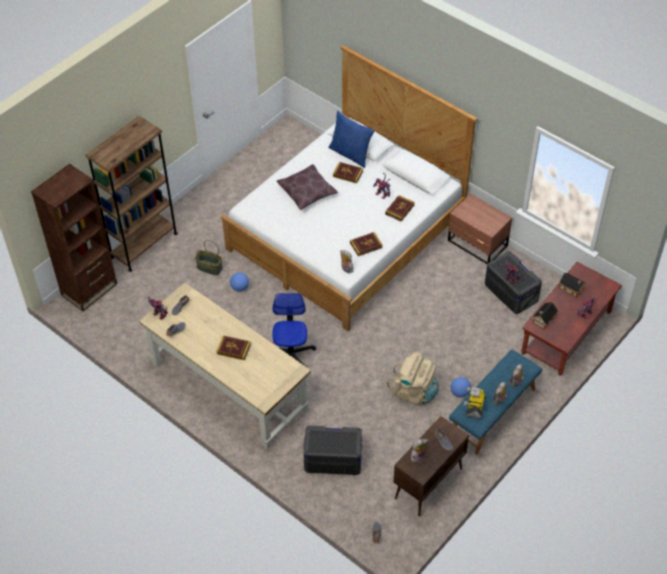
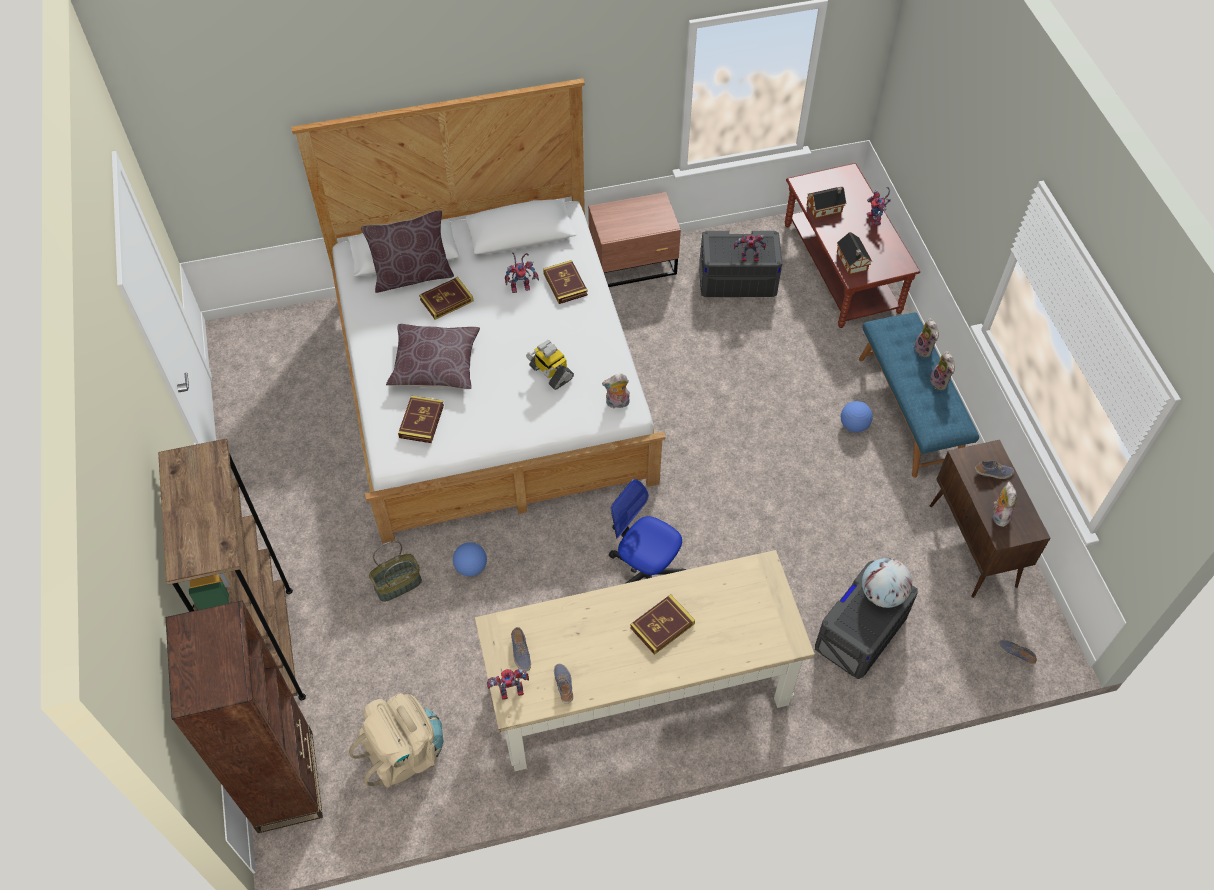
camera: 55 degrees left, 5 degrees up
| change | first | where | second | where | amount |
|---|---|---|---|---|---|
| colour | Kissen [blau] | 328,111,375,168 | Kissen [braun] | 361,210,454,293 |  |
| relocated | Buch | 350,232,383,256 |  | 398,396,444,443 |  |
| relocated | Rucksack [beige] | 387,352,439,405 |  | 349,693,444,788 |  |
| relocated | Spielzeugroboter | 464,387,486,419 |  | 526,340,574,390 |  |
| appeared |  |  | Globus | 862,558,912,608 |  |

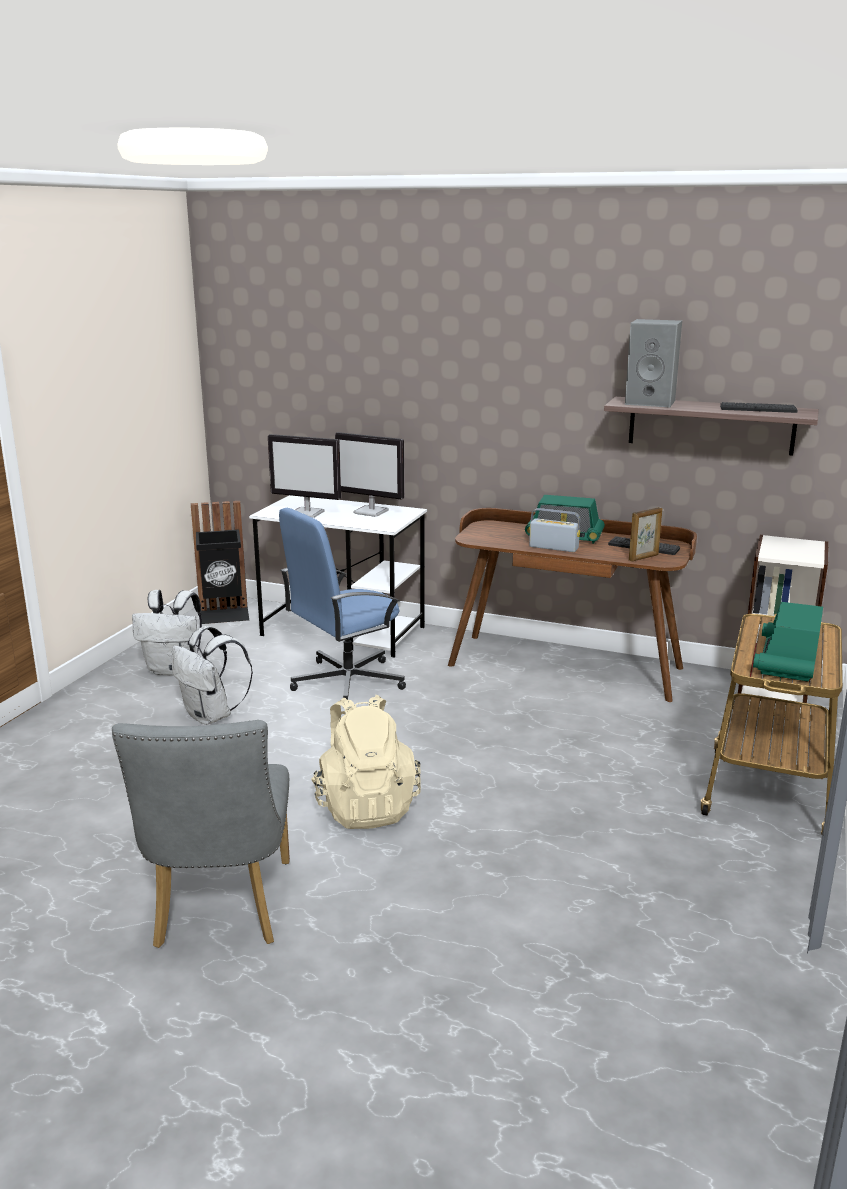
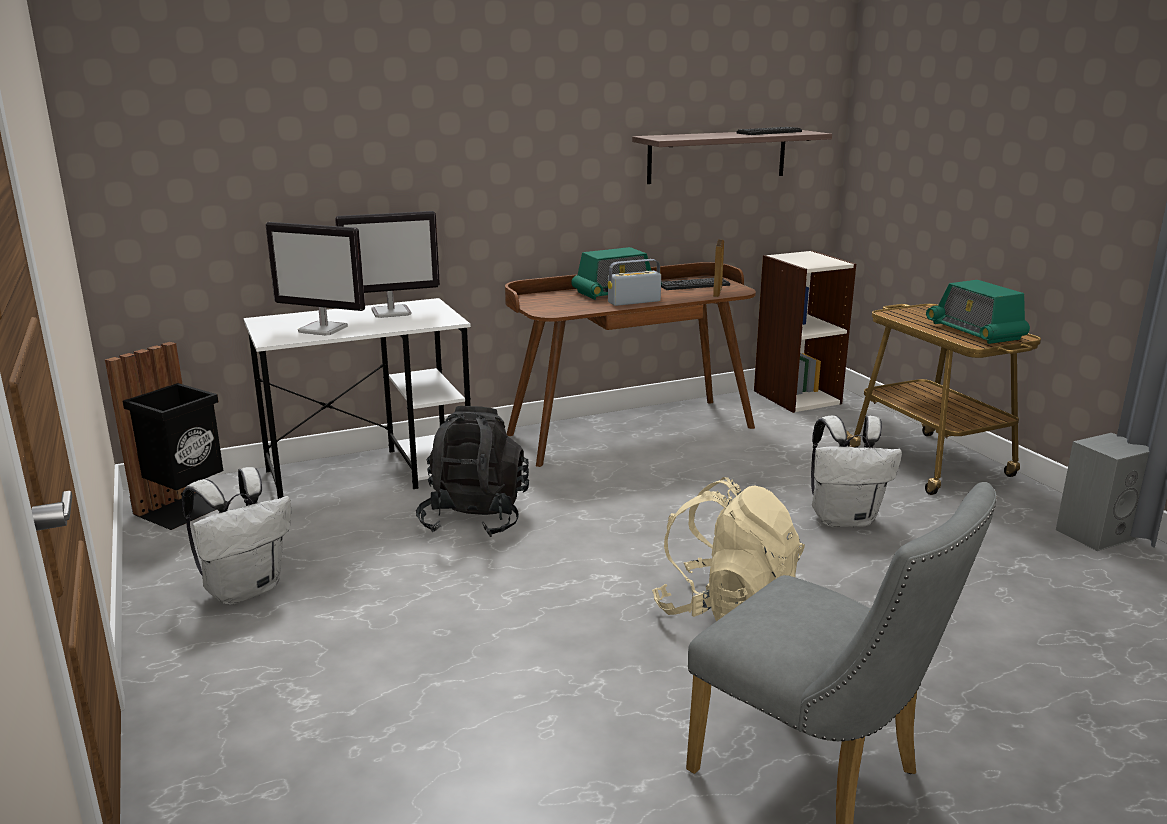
camera: 45 degrees left, 0 degrees up
| change | first | where | second | where | amount |
|---|---|---|---|---|---|
| relocated | Lautsprecher [grau] | 625,319,682,407 |  | 1056,433,1149,551 |  |
| spun | Monitor | 268,434,341,518 |  | 265,222,365,336 | 45 degrees clockwise |
| exchanged | Bürostuhl [blau] | 279,508,406,708 | Rucksack [schwarz] | 416,406,529,537 |  |
| relocated | Rucksack [weiß] | 172,626,253,725 |  | 811,415,902,527 |  |

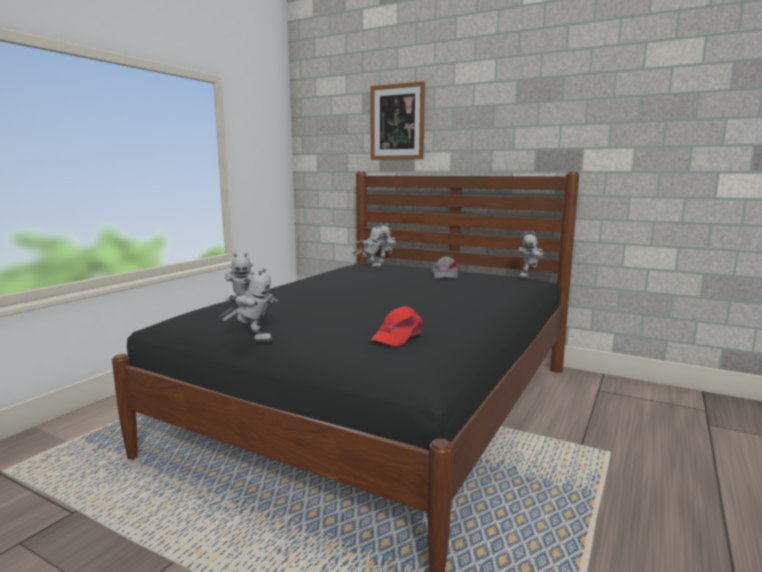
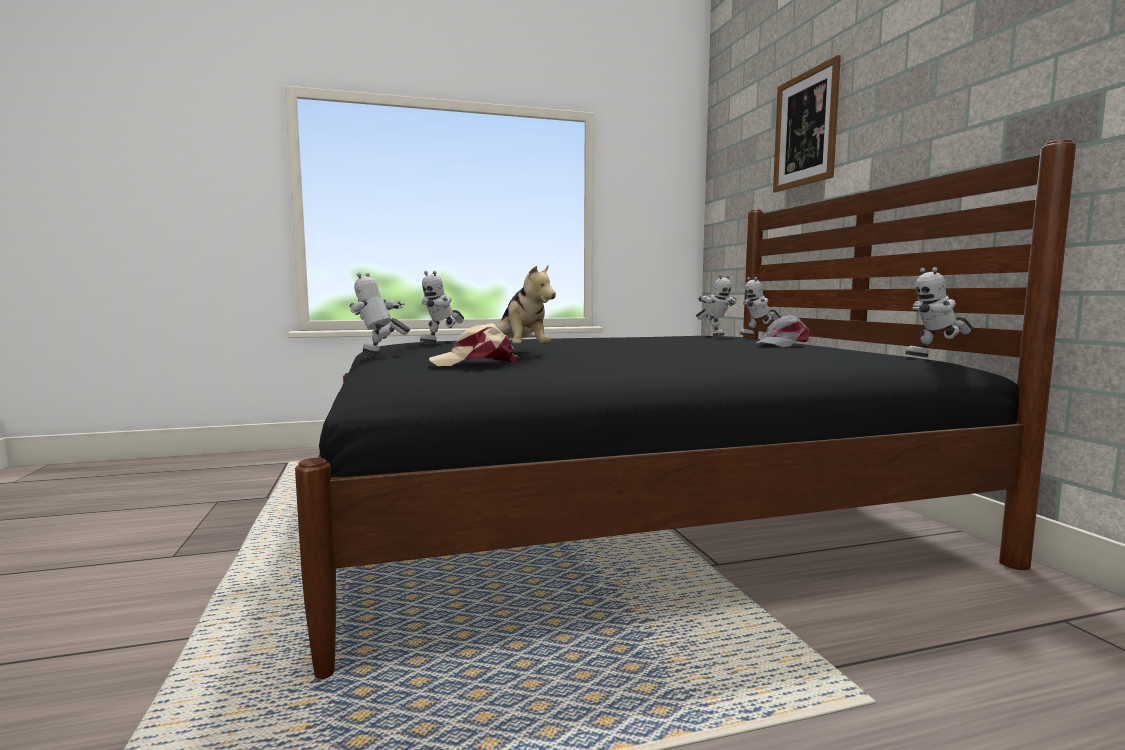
camera: 45 degrees right, 5 degrees down
| change | first | where | second | where | amount |
|---|---|---|---|---|---|
| spun | Spielzeugroboter | 219,268,278,342 |  | 349,273,410,354 | 150 degrees clockwise |
| colour | Kappe [rot] | 371,306,423,346 | Kappe [beige] | 429,323,519,366 |  |
| appeared |  |  | Plüschtier | 497,265,556,344 |  |

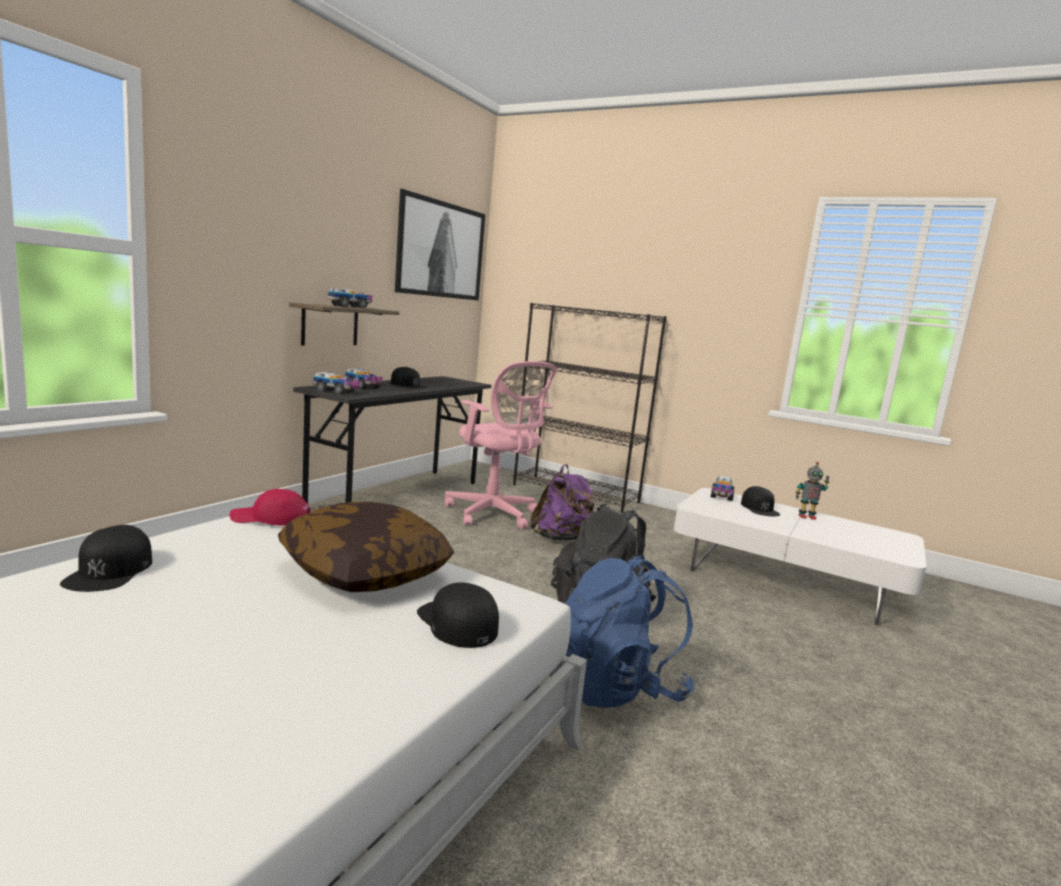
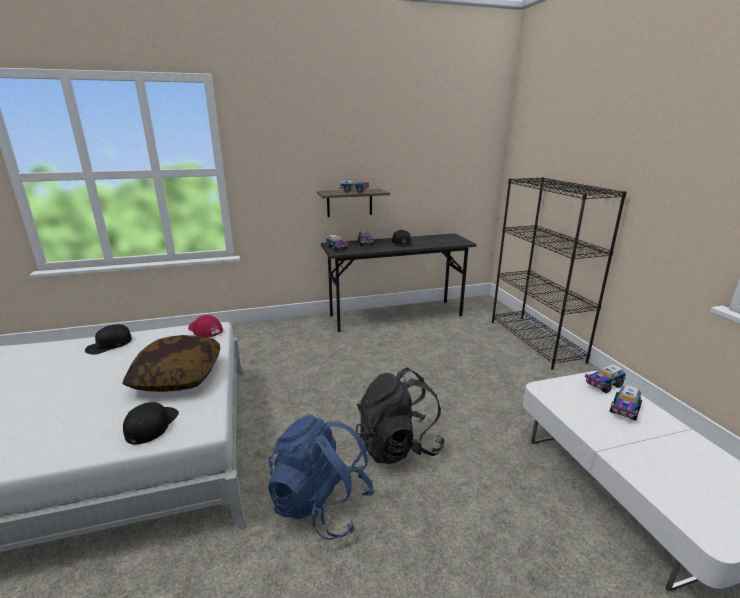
camera: 45 degrees right, 10 degrees up
| change | first | where | second | where | amount |
|---|---|---|---|---|---|
| missing | Bild | 395,189,485,300 |  |  |  |
| missing | Bürostuhl [rosa] | 444,361,557,529 |  |  |  |
| missing | Spielzeugroboter | 796,462,829,520 |  |  |  |
| missing | Rucksack [lila] | 530,464,595,540 |  |  |  |
| exchanged | Kappe [schwarz] | 741,486,780,516 | Spielzeuglaster | 610,384,642,421 |  |

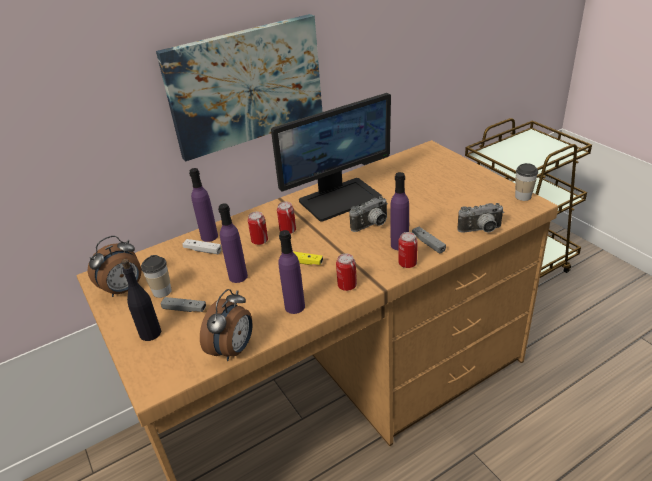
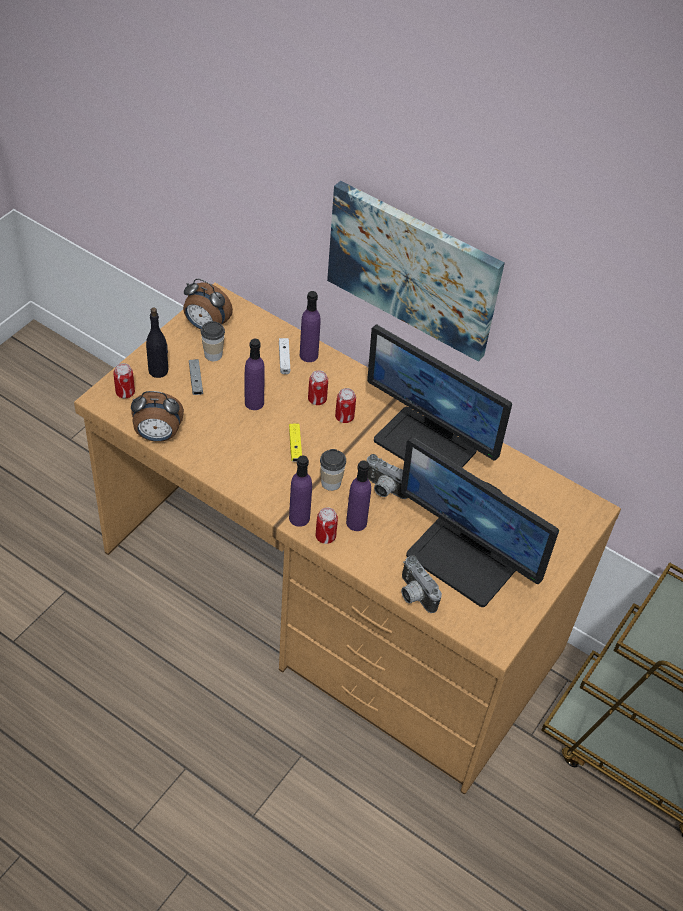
camera: 60 degrees right, 15 degrees up
| change | first | where | second | where | amount |
|---|---|---|---|---|---|
| relocated | Tasse | 515,163,538,201 |  | 320,449,346,491 |  |
| missing | Gamepad [grau] | 412,227,446,254 |  |  |  |
| relocated | Flasche [lila] | 279,230,305,314 |  | 289,456,312,527 |  |
| relocated | Dose | 336,253,357,291 |  | 113,363,135,398 |  |
| appeared |  |  | Monitor | 400,437,559,607 |  |

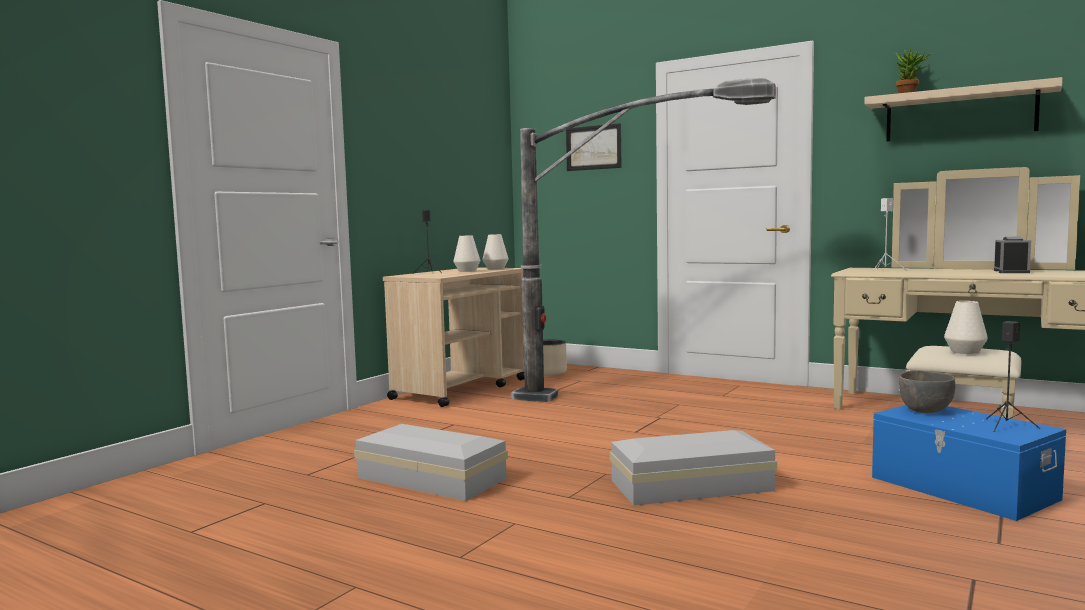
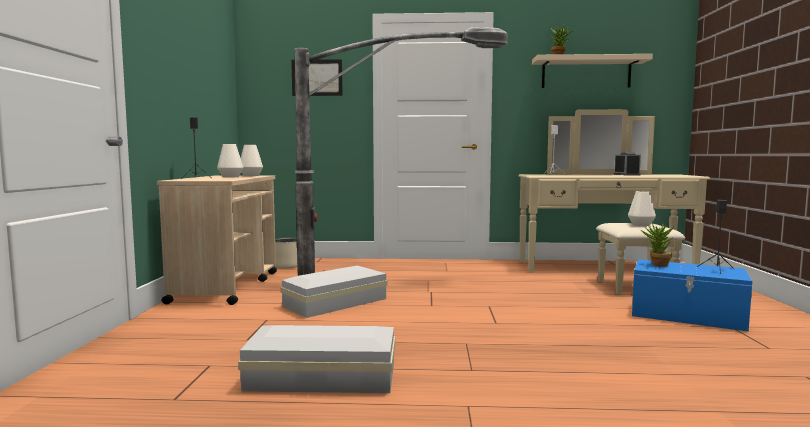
camera: 30 degrees left, 0 degrees up
| change | first | where | second | where | amount |
|---|---|---|---|---|---|
| exchanged | Schüssel [grau] | 899,370,955,413 | Topfpflanze | 641,222,675,267 |  |
| relocated | Aufbewahrungsbox [weiß] | 610,430,777,506 |  | 281,266,388,318 |  |

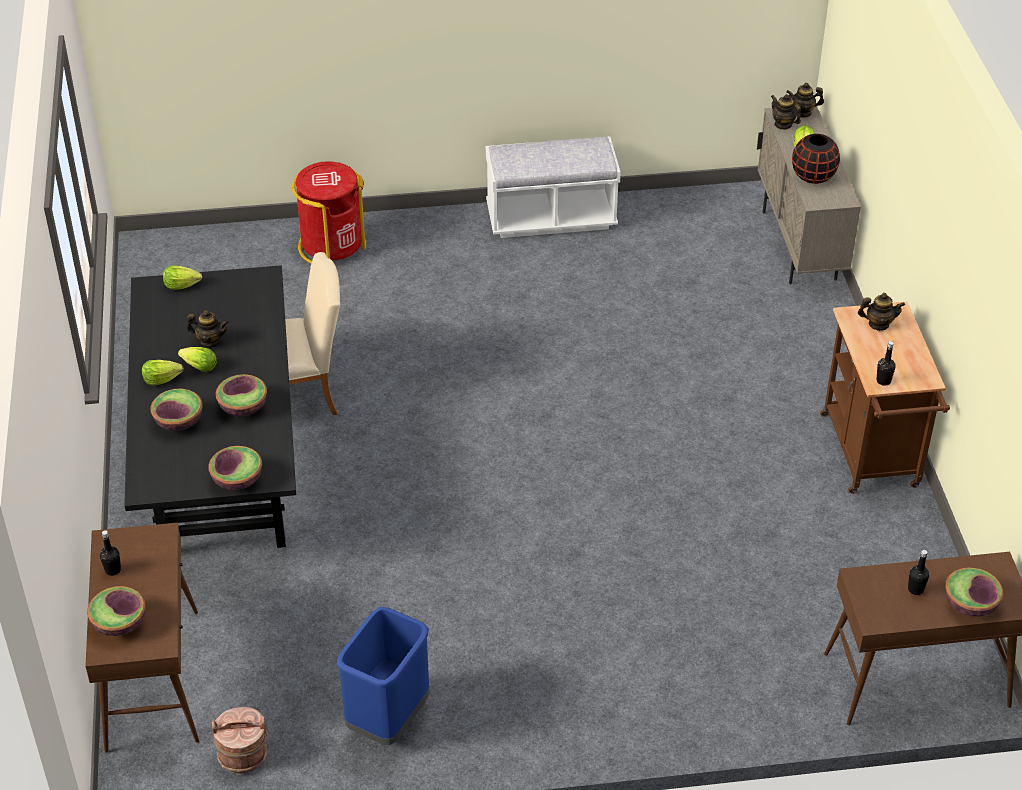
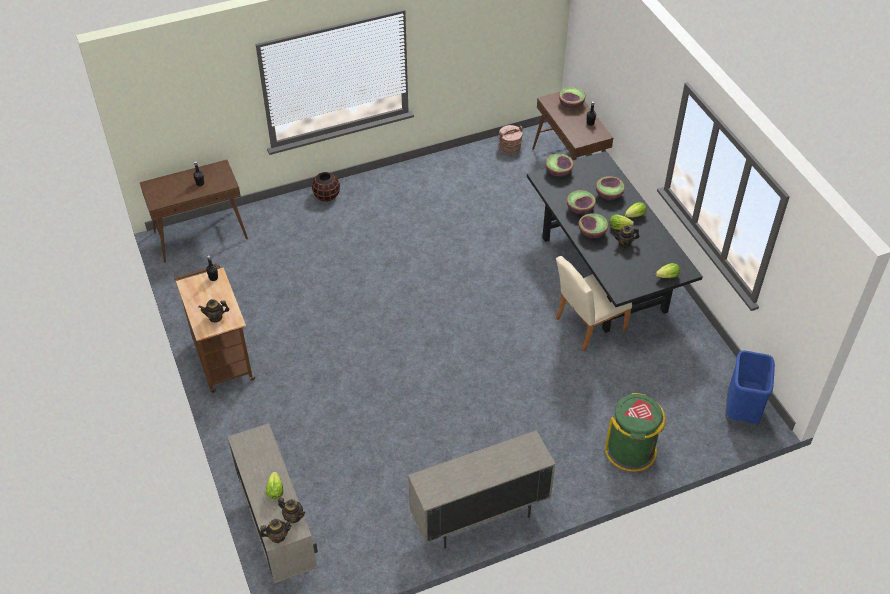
camera: 165 degrees right, 5 degrees up
| change | first | where | second | where | amount |
|---|---|---|---|---|---|
| relocated | Vase [schwarz] | 792,134,840,184 |  | 312,172,340,201 |  |
| exchanged | Bank [weiß] | 486,136,621,238 | Schrank [beige] | 408,430,556,549 |  |
| colour | Mülleimer [rot] | 292,161,366,264 | Mülleimer [grün] | 605,393,665,472 |  |
| relocated | Schüssel | 945,567,1003,617 |  | 579,213,609,238 |  |
| relocated | Mülleimer [blau] | 336,607,429,745 |  | 725,350,775,427 |  |

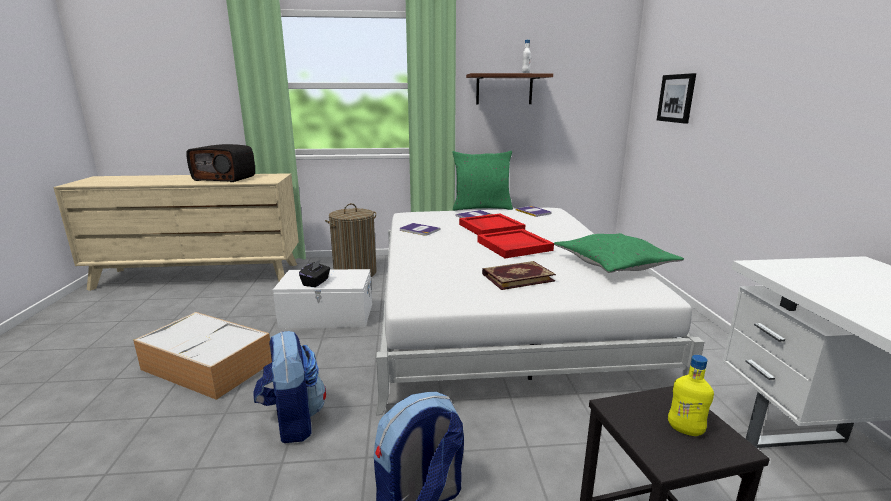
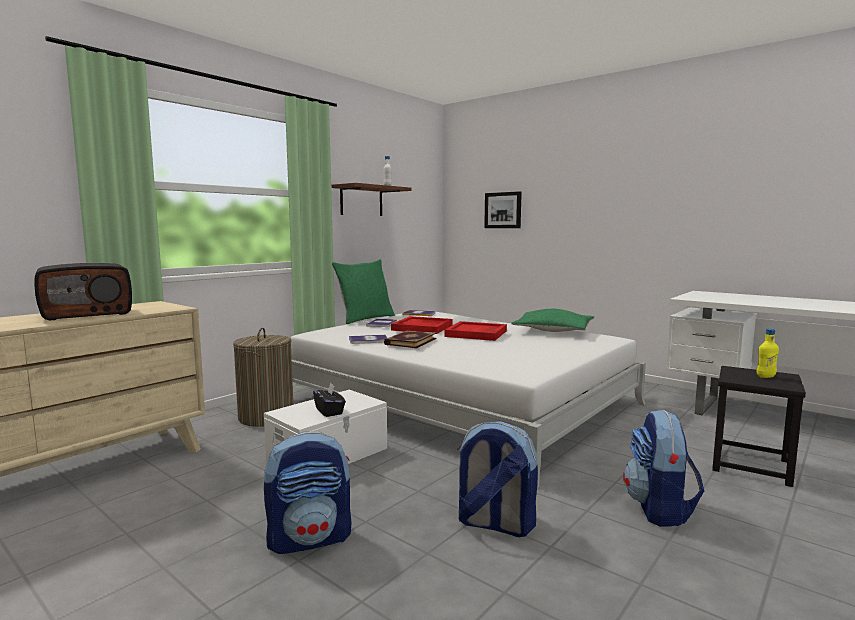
camera: 45 degrees left, 10 degrees down
| change | first | where | second | where | amount |
|---|---|---|---|---|---|
| relocated | Buch | 482,261,556,290 |  | 384,330,437,348 |  |
| exchanged | Aufbewahrungsbox | 133,312,272,400 | Rucksack | 264,432,352,554 |  |

